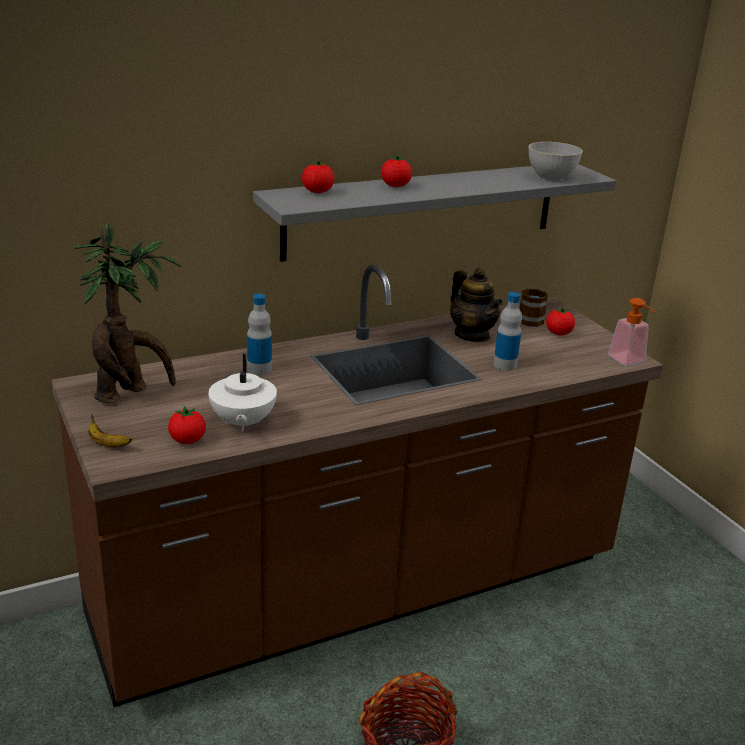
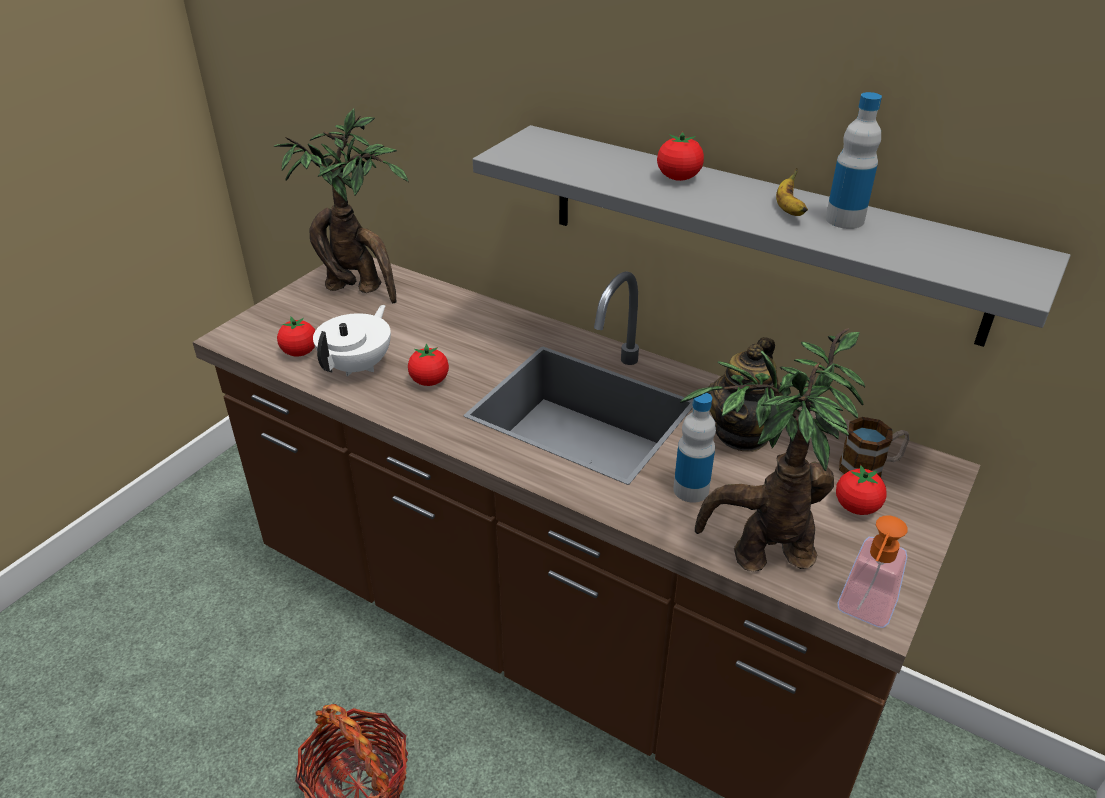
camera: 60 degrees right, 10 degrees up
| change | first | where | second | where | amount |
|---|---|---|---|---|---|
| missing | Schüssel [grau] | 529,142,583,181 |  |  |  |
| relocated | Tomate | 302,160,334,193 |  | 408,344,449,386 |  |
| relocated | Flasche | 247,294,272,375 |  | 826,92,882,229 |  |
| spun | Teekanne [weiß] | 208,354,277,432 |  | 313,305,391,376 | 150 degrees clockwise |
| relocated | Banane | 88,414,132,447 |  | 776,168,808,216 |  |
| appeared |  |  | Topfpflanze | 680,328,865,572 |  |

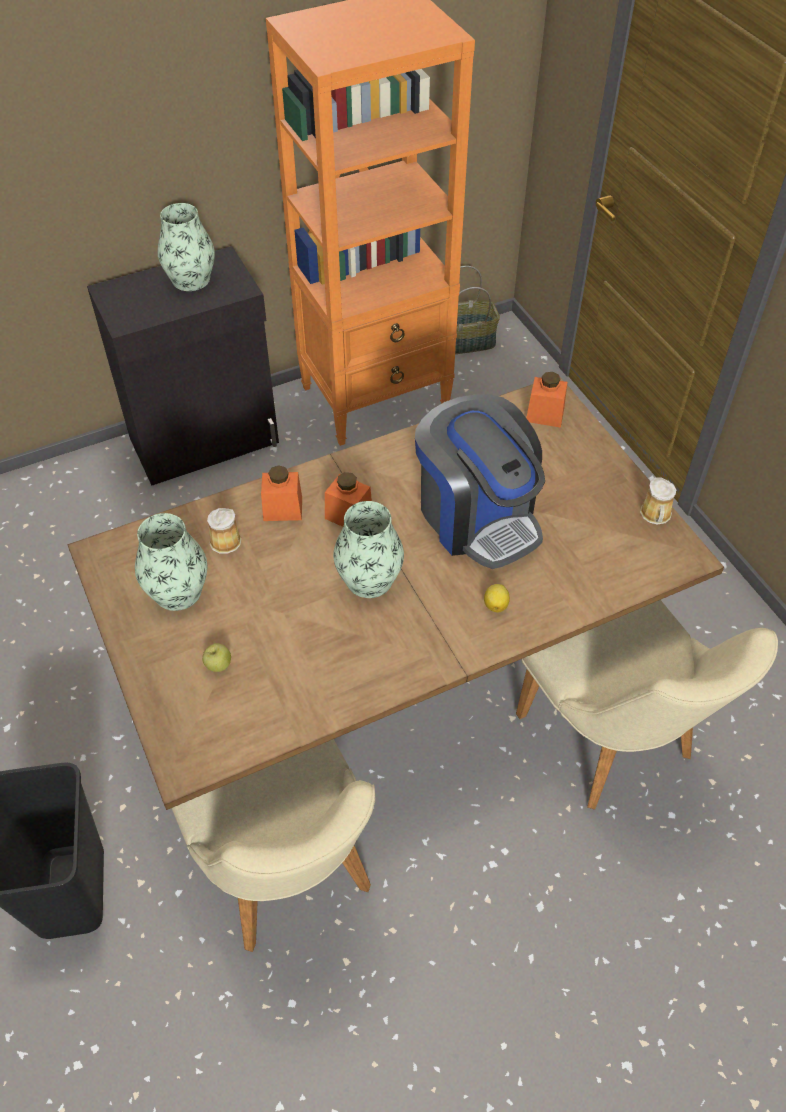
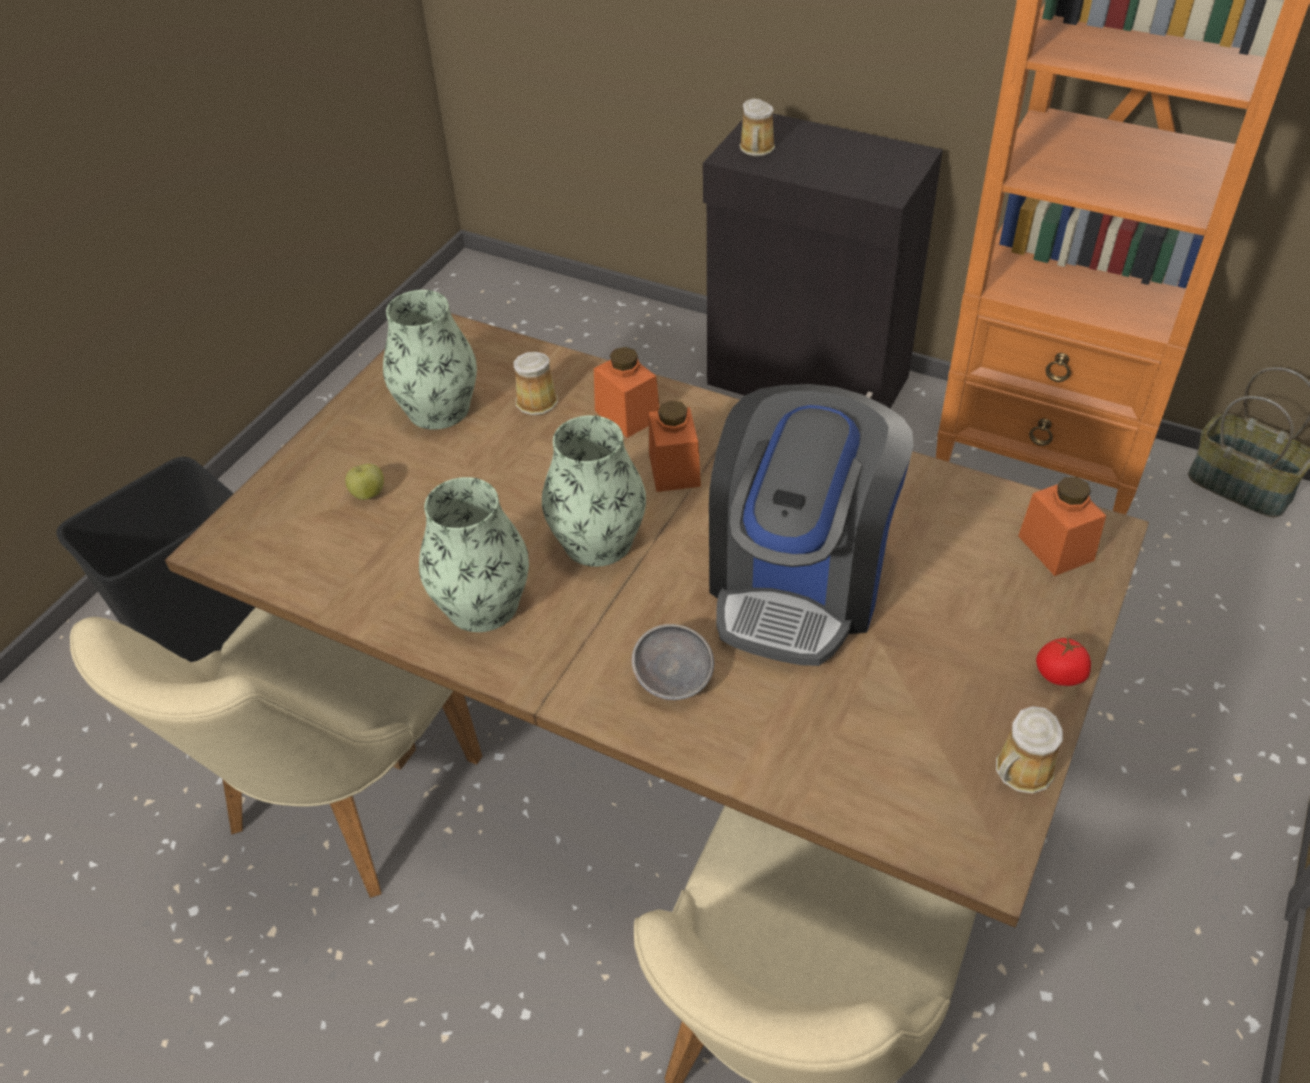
camera: 55 degrees right, 5 degrees down
| change | first | where | second | where | amount |
|---|---|---|---|---|---|
| relocated | Vase | 158,203,215,291 |  | 419,477,529,632 |  |
| exchanged | Zitrone | 484,584,510,613 | Schüssel [grau] | 632,624,714,700 |  |
| appeared |  |  | Henkelbecher | 739,99,775,156 |  |
| appeared |  |  | Tomate | 1036,637,1091,686 |  |

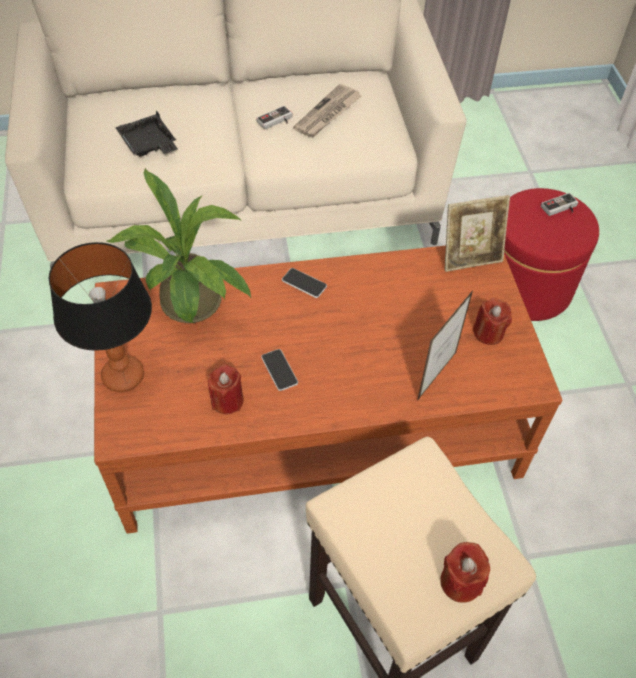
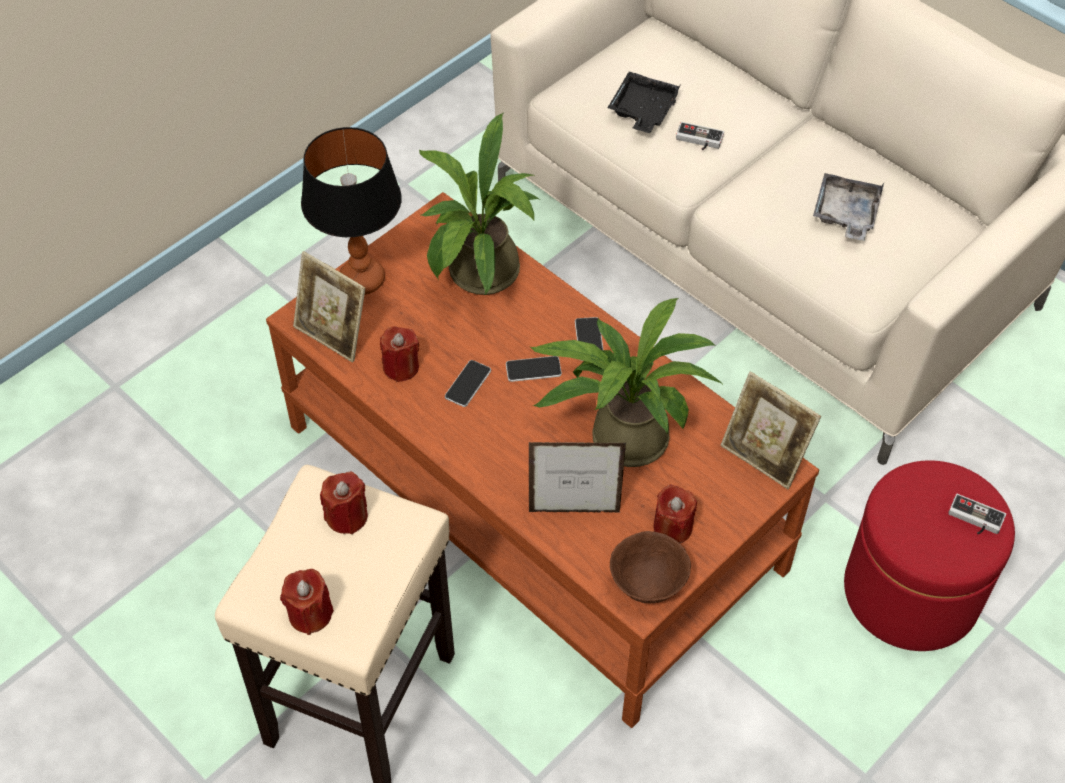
camera: 55 degrees right, 0 degrees up
| change | first | where | second | where | amount |
|---|---|---|---|---|---|
| exchanged | Zeitung | 293,84,361,137 | Tablett [grau] | 813,173,884,241 |  |
| relocated | Gamepad | 256,106,293,129 |  | 676,122,724,150 |  |
| appeared |  |  | Bilderrahmen | 293,251,365,362 |  |
| appeared |  |  | Topfpflanze | 530,298,722,467 |  |
| appeared |  |  | Handy | 506,356,562,382 |  |
| appeared |  |  | Kerze [rot] | 320,472,368,534 |  |
| appeared |  |  | Schüssel [braun] | 610,531,691,603 |  |

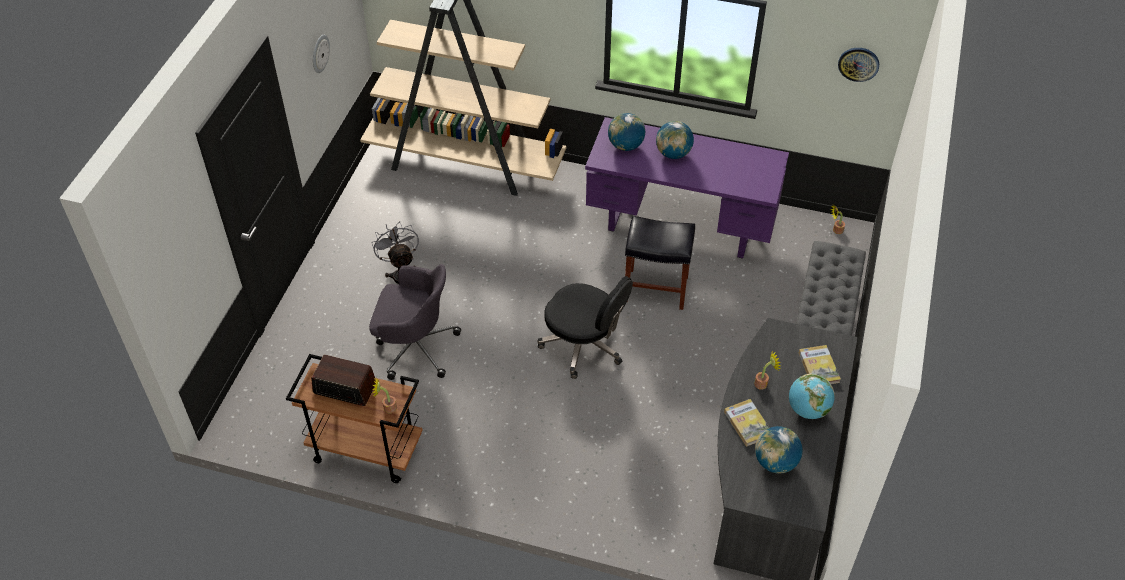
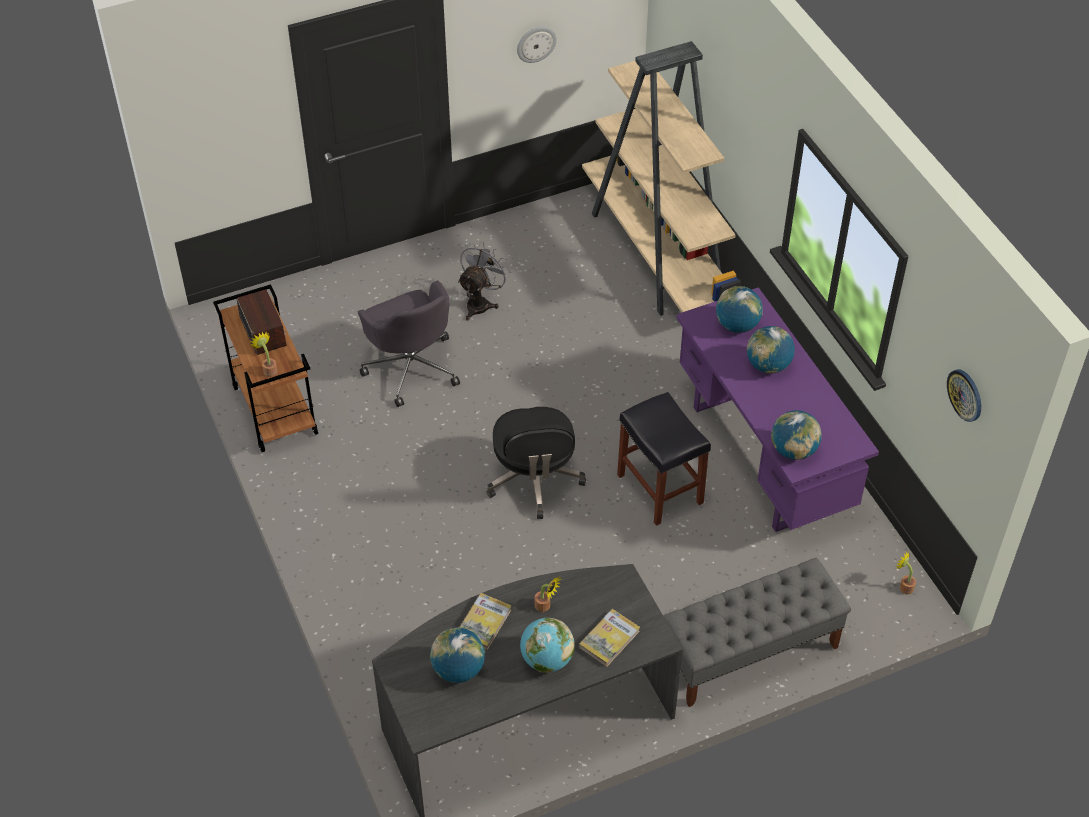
camera: 50 degrees right, 0 degrees up
| change | first | where | second | where | amount |
|---|---|---|---|---|---|
| appeared |  |  | Globus | 771,410,822,460 |  |

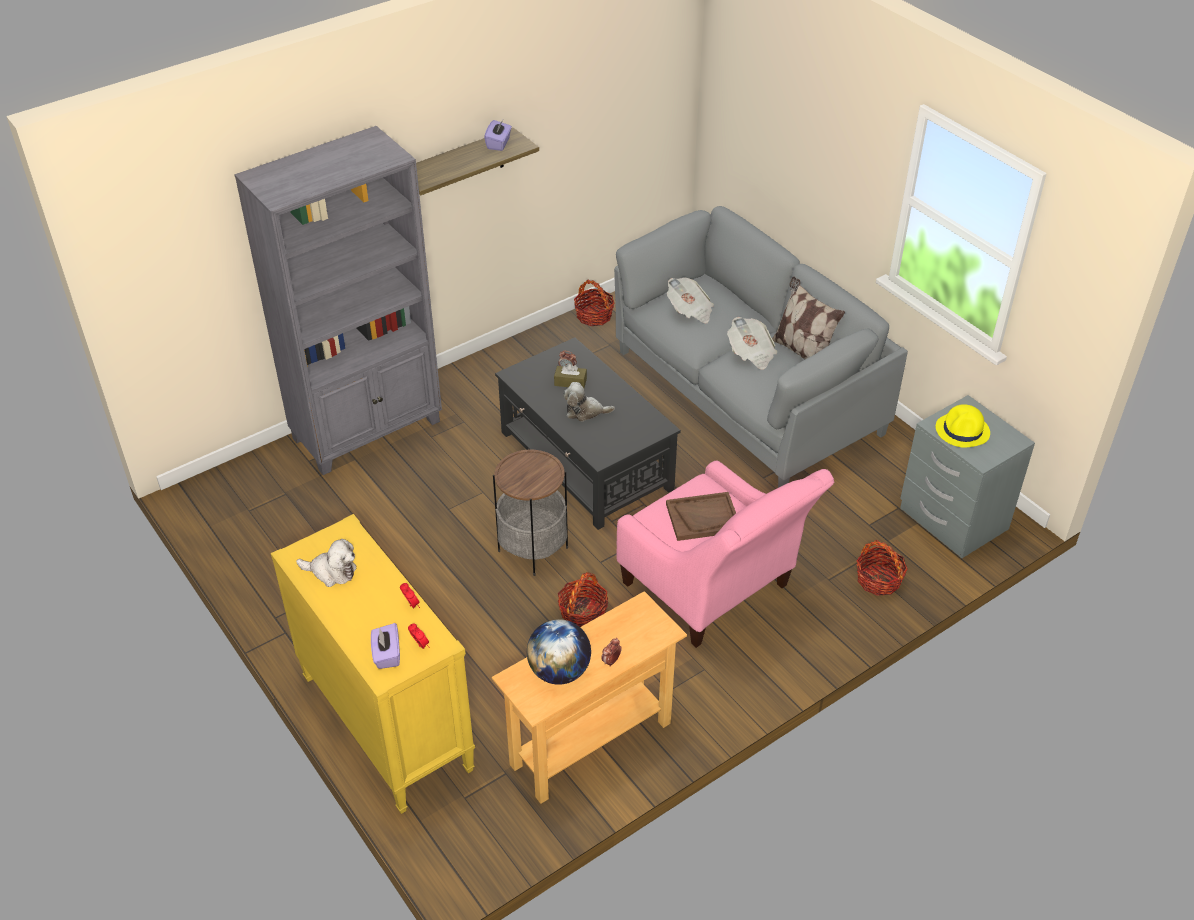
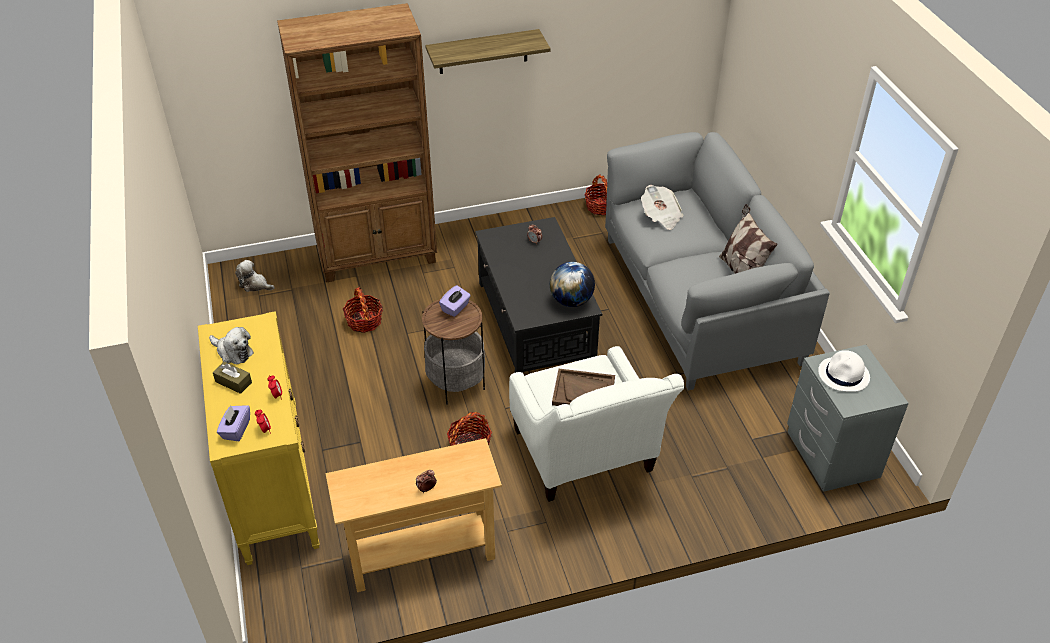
camera: 20 degrees right, 0 degrees up
| change | first | where | second | where | amount |
|---|---|---|---|---|---|
| relocated | Taschentuchbox [lila] | 484,120,512,151 |  | 439,285,471,317 |  |
| colour | Bücherregal [grau] | 234,126,442,475 | Bücherregal [braun] | 277,3,437,282 |  |
| missing | Zeitung | 727,317,777,370 |  |  |  |
| relocated | Taschentuchbox [braun] | 554,363,587,388 |  | 213,361,252,394 |  |
| relocated | Plüschtier | 563,382,615,422 |  | 235,260,275,292 |  |
| colour | Hut [gelb] | 936,404,990,448 | Hut [weiß] | 818,350,870,392 |  |
| colour | Sessel [rosa] | 616,460,834,648 | Sessel [weiß] | 509,346,684,502 |  |
| relocated | Korb | 856,540,908,596 |  | 343,287,383,333 |  |
| relocated | Globus | 527,619,591,685 |  | 550,262,595,307 |  |

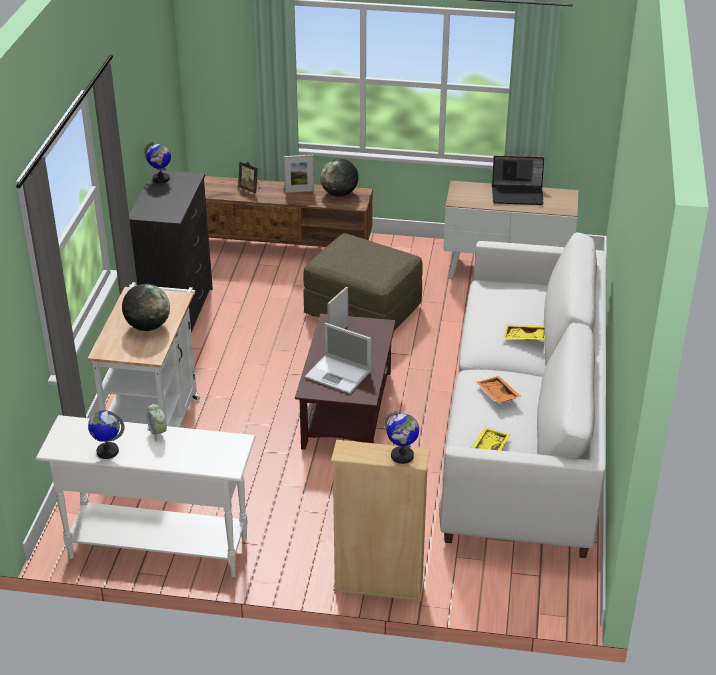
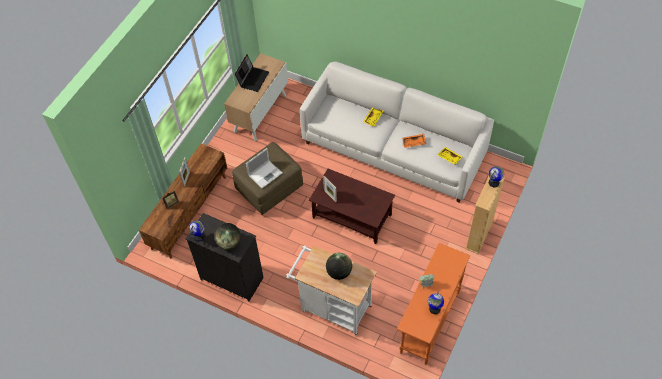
camera: 70 degrees left, 20 degrees up
| change | first | where | second | where | amount |
|---|---|---|---|---|---|
| relocated | Globus | 320,158,358,197 |  | 214,223,241,250 |  |
| relocated | Laptop | 305,323,371,394 |  | 246,148,282,188 |  |
| colour | Konsolentisch [weiß] | 36,415,256,577 | Konsolentisch [orange] | 397,243,470,365 |  |

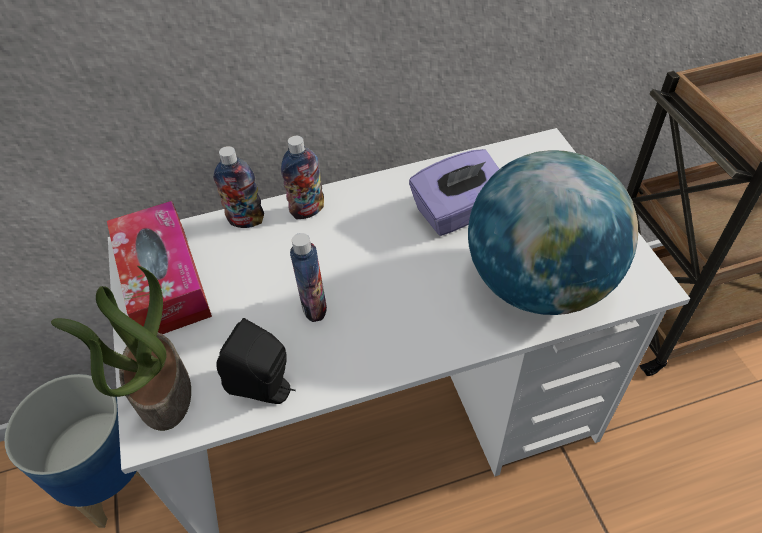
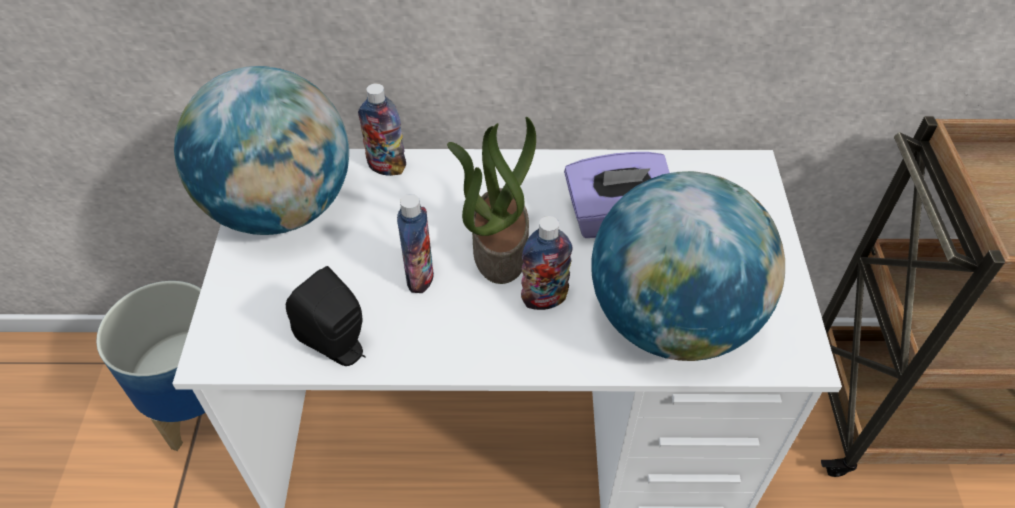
camera: 15 degrees right, 0 degrees up
| change | first | where | second | where | amount |
|---|---|---|---|---|---|
| relocated | Flasche | 281,136,324,219 |  | 521,216,573,310 |  |
| exchanged | Taschentuchbox | 107,201,212,334 | Globus | 174,66,349,235 |  |
| relocated | Topfpflanze | 51,266,191,431 |  | 447,117,536,284 |  |

